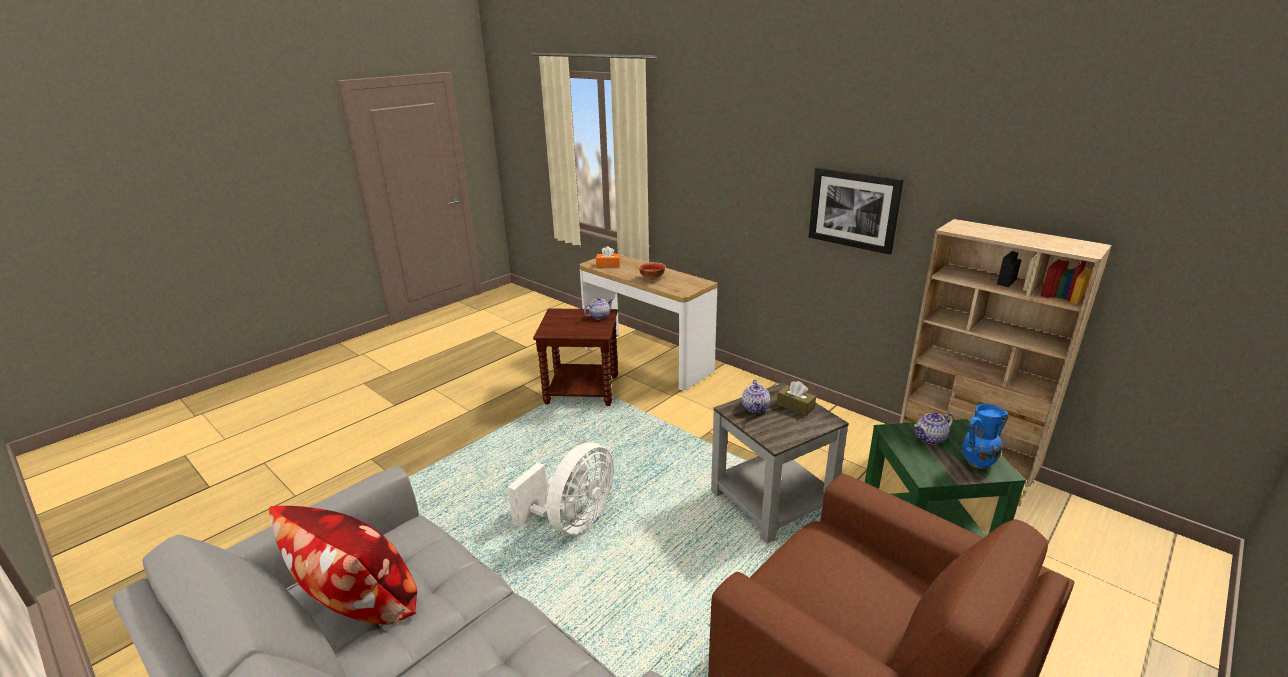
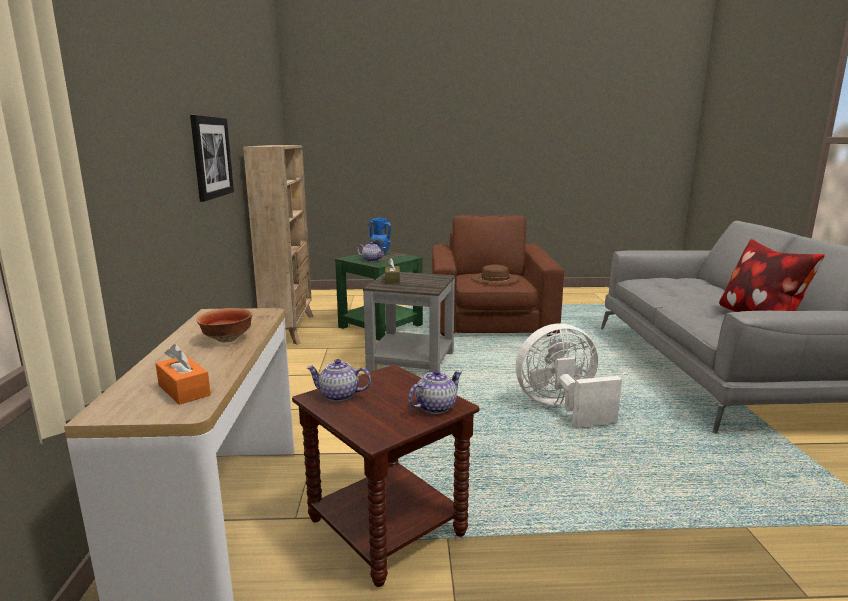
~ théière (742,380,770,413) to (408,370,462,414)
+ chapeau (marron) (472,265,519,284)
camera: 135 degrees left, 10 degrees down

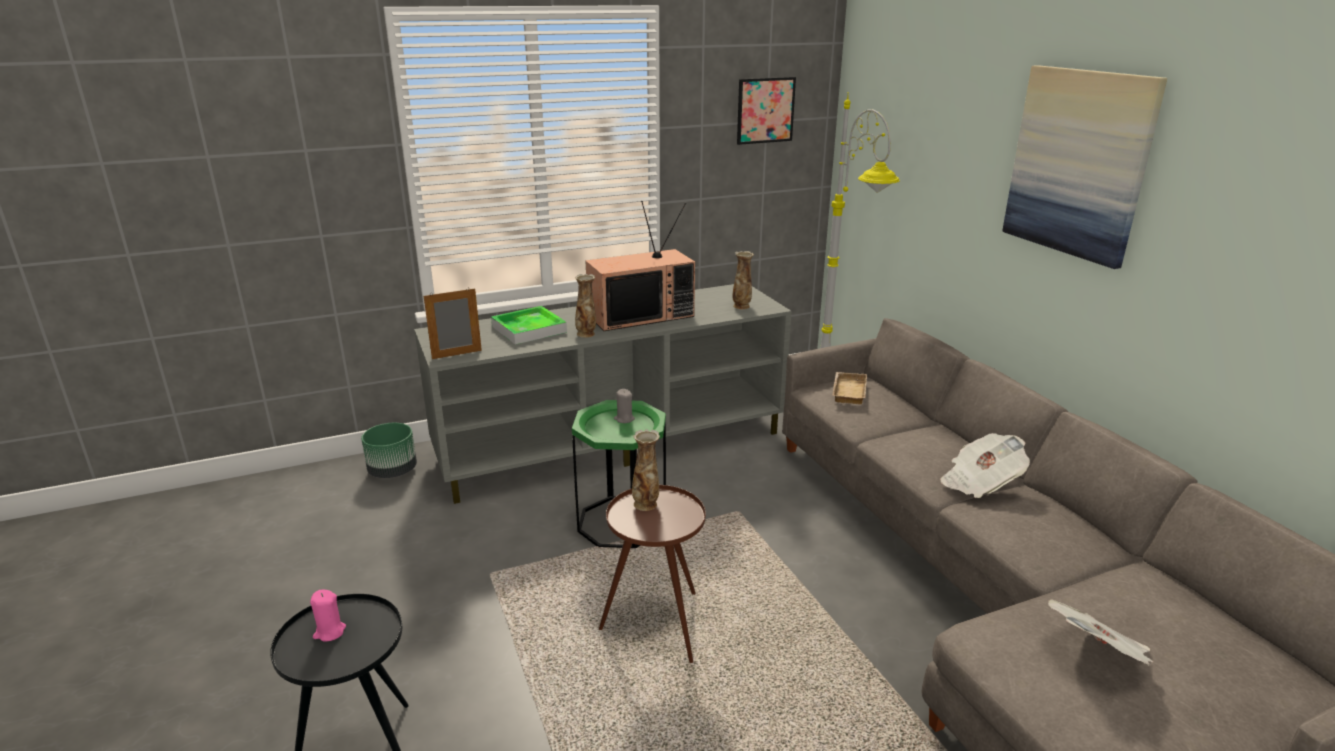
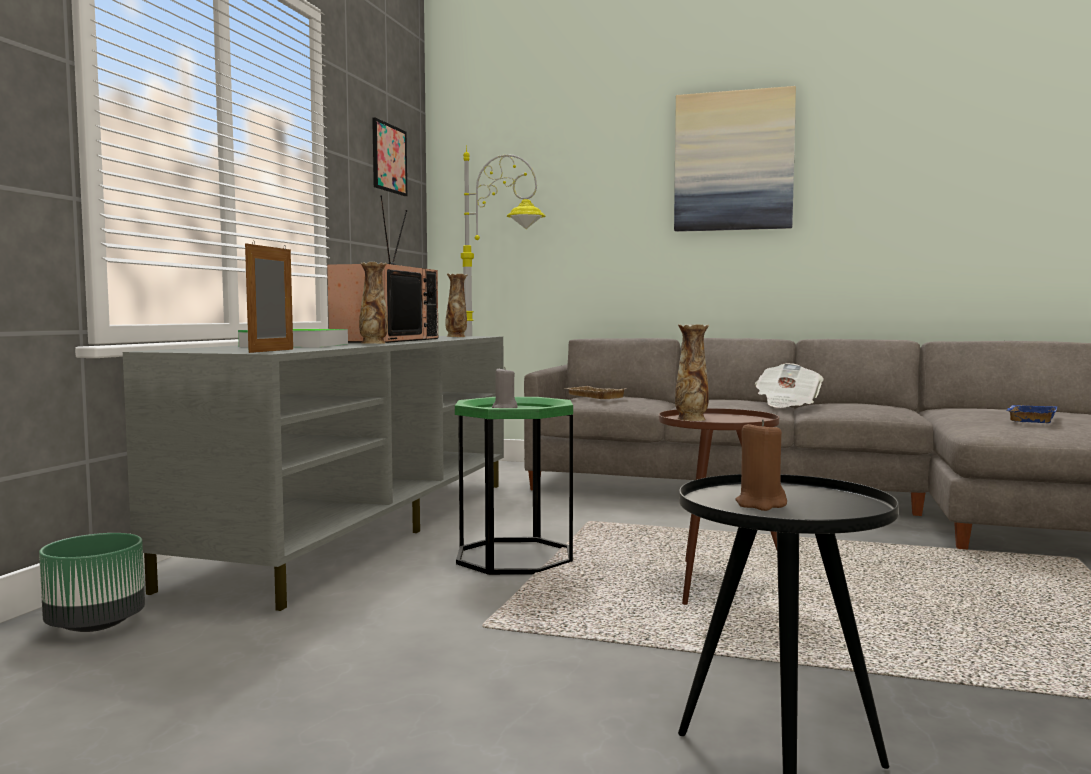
~ bougie (rose) (310,590,346,641) to bougie (marron) (735,419,787,511)
~ journal (1048,599,1153,666) to plateau (bleu) (1006,405,1057,423)
camera: 50 degrees left, 20 degrees down

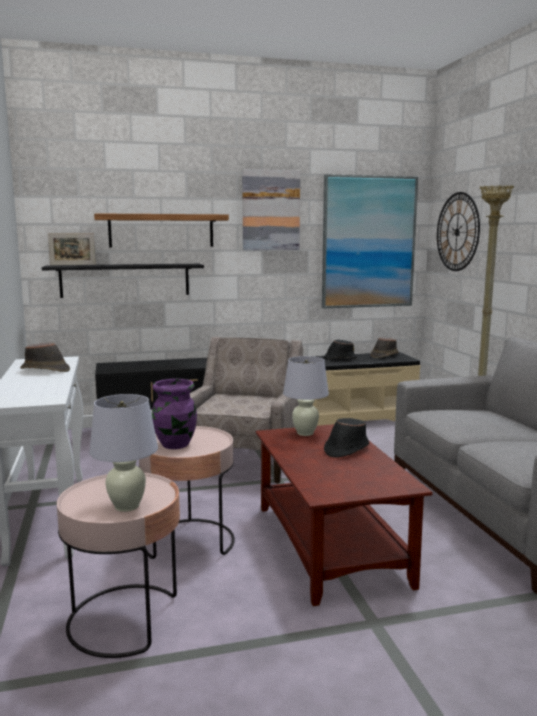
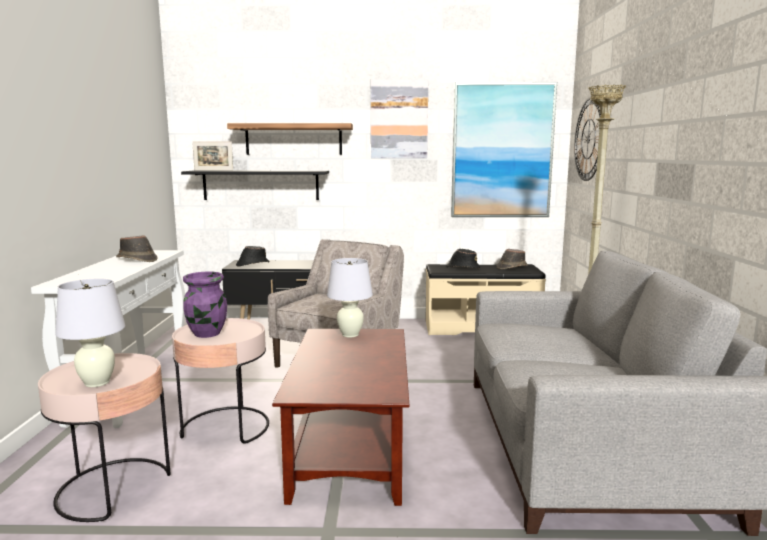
~ chapeau (noir) (324,418,370,458) to (236,246,270,267)
camera: 15 degrees right, 0 degrees up

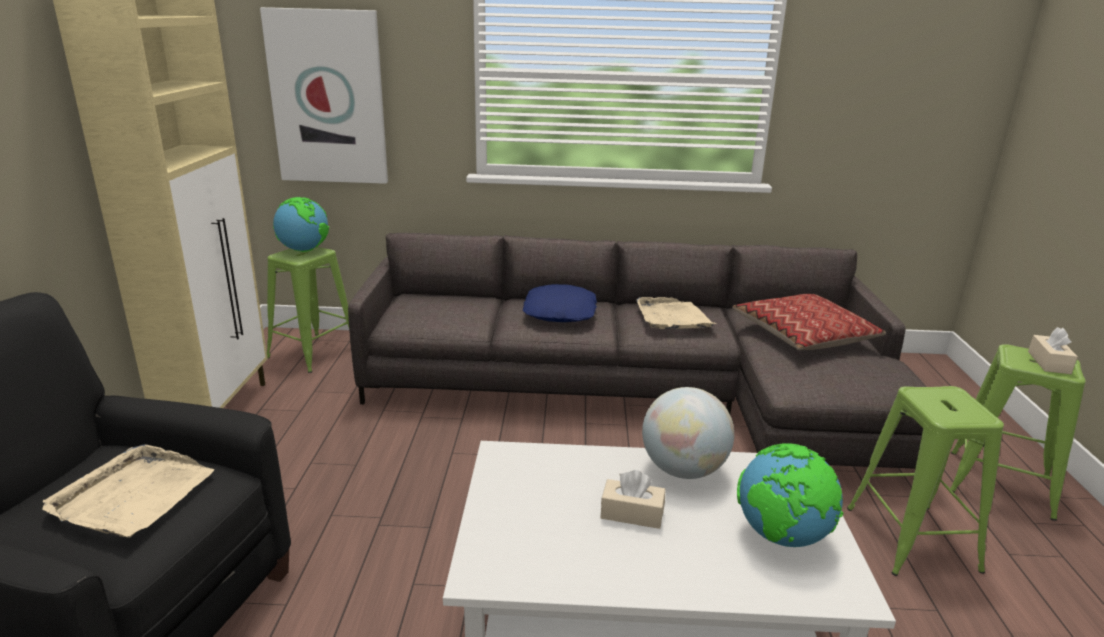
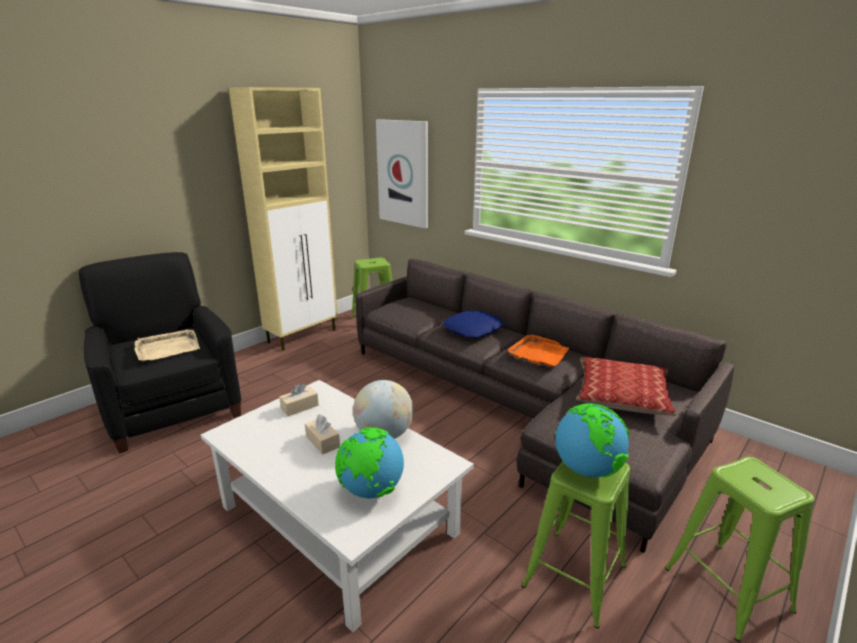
~ boîte à mouchoirs (beige) (1028,327,1078,374) to (279,383,319,416)
~ plateau (beige) (636,297,716,329) to plateau (orange) (508,335,569,367)
~ globe (273,197,329,252) to (555,404,629,477)
camera: 40 degrees right, 0 degrees up

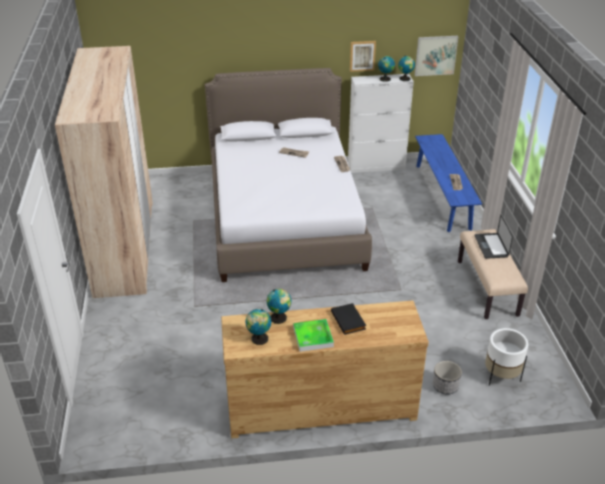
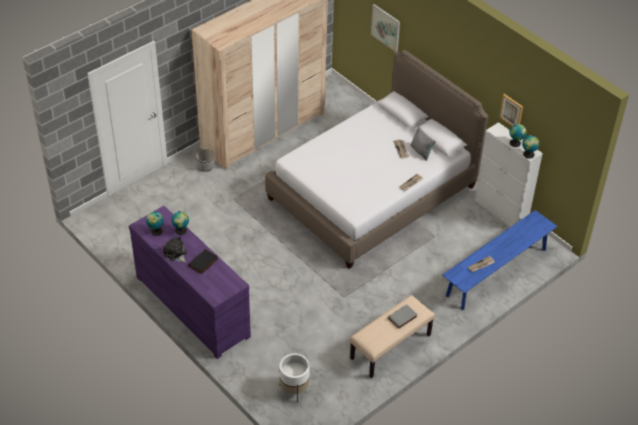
~ commode (marron) (221,301,429,439) to commode (violet) (129,206,251,359)
~ plateau (293,319,334,352) to peluche (163,236,187,263)
~ cache-pot (433,361,462,395) to (196,149,214,171)
~ tableau (415,36,459,76) to (371,4,400,52)
~ ordinateur portable (475,214,513,259) to livre (gris) (388,304,418,329)
+ coussin (gris) (410,126,436,161)
camera: 55 degrees right, 10 degrees up

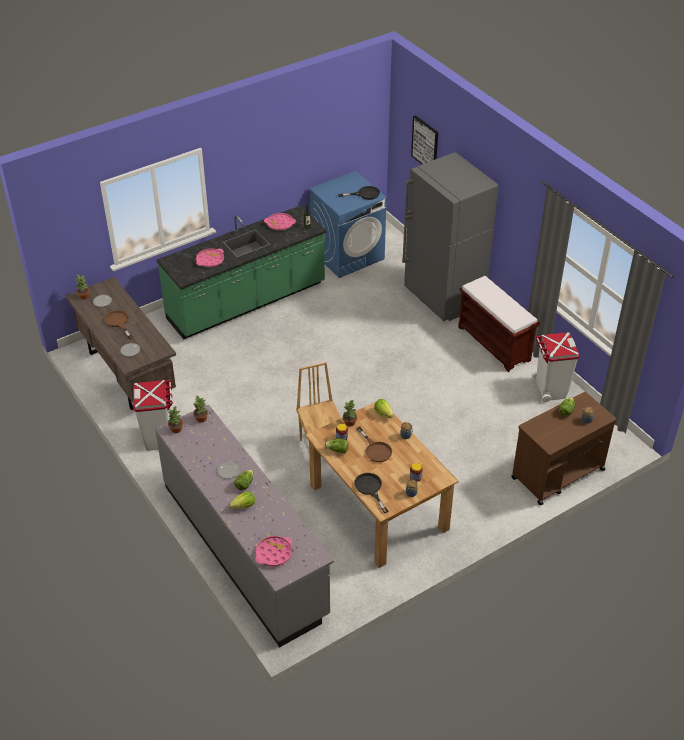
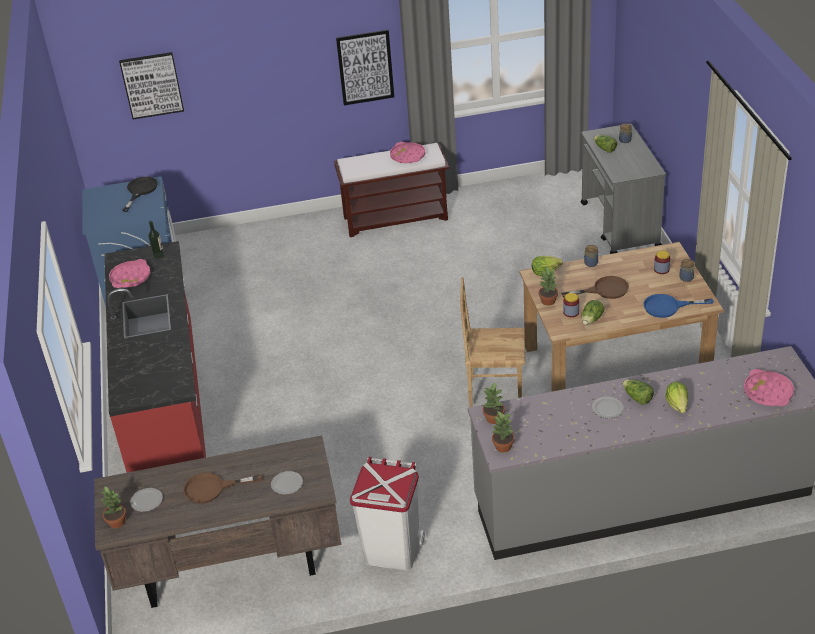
~ comptoir de cuisine (vert) (157,206,327,339) to comptoir de cuisine (rouge) (105,241,206,473)
+ tableau (336,30,394,105)
~ plateau (rose) (196,248,224,267) to (390,142,425,163)
~ chariot (marron) (511,392,616,505) to chariot (gris) (581,124,666,254)
~ poêle (noir) (354,473,388,513) to poêle (bleu) (643,294,714,318)
- réfrigérateur (gris) (402,152,499,321)
- poubelle (blanc) (533,332,580,402)
camera: 65 degrees left, 5 degrees down

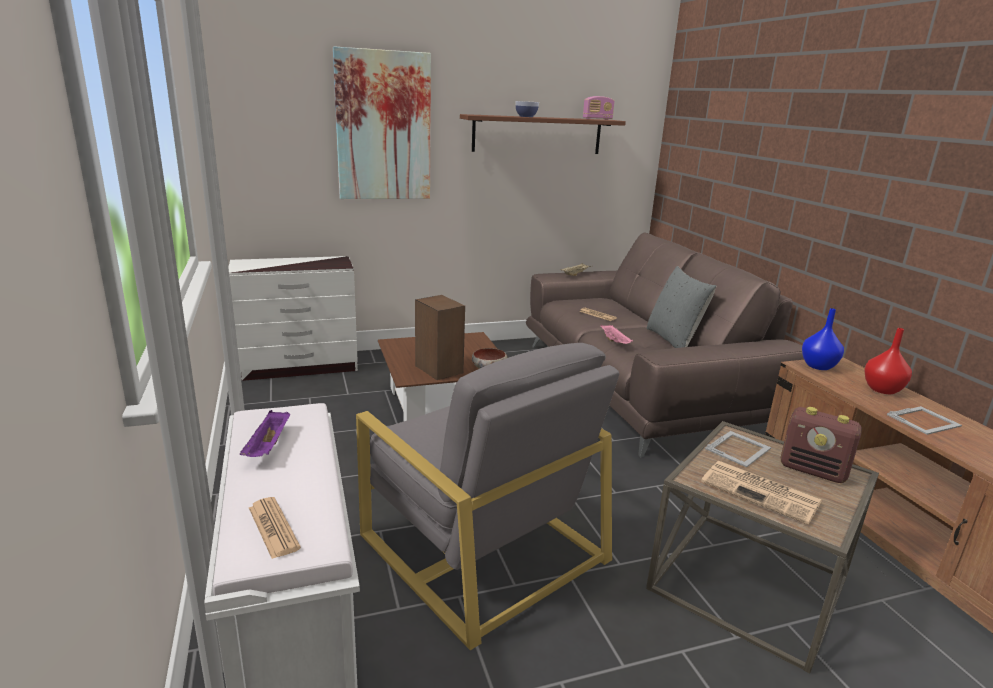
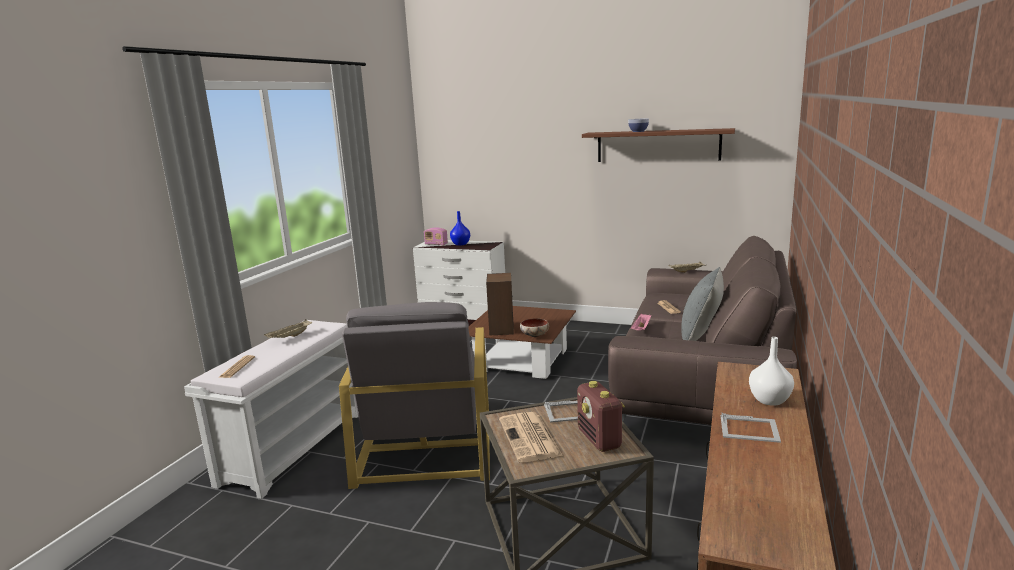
~ plateau (violet) (240,410,290,457) to plateau (beige) (264,319,312,338)
~ radio (583,96,615,120) to (424,228,448,245)
~ vase (bleu) (802,308,844,370) to (450,211,470,246)
~ vase (rouge) (864,328,912,394) to vase (blanc) (749,337,794,406)
- tableau (333,46,431,199)
camera: 40 degrees right, 5 degrees down

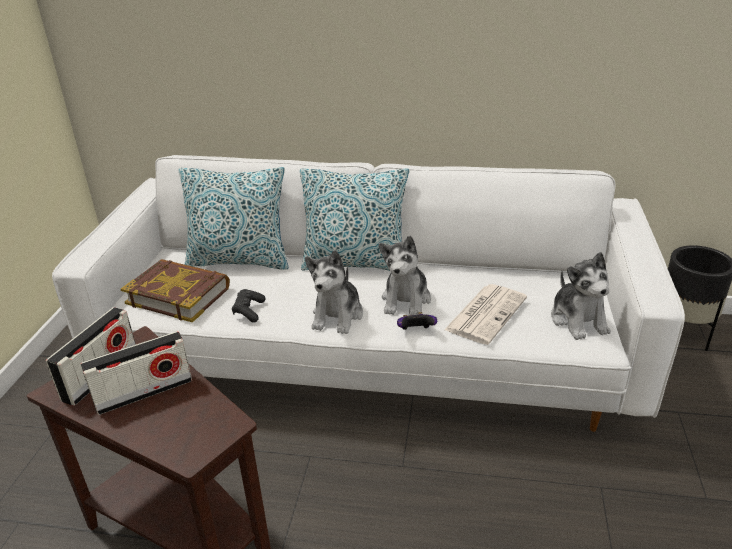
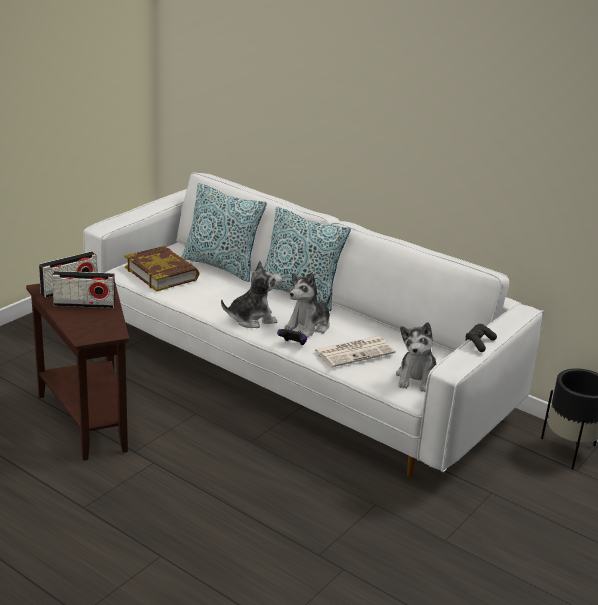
~ peluche (305,250,363,334) = (221,261,282,328) 150 degrees counterclockwise
~ manette (noir) (232,289,266,322) to (466,324,497,352)
camera: 25 degrees right, 5 degrees down

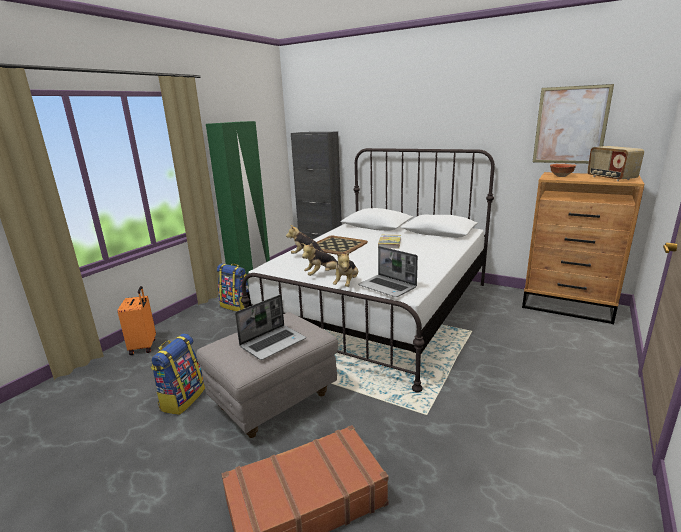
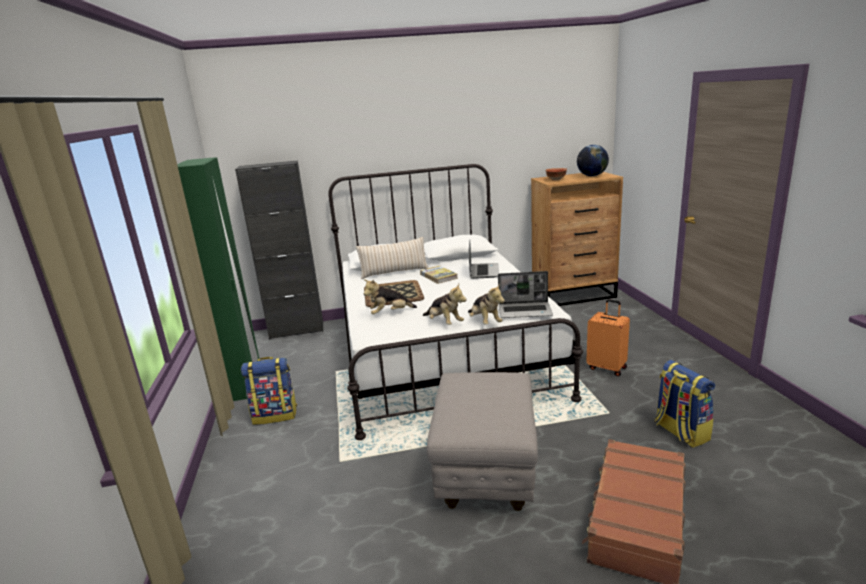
+ coussin (beige) (356,237,428,279)
~ peluche (301,243,338,276) = (423,284,467,325) 60 degrees counterclockwise
~ ordinateur portable (235,295,306,360) to (469,241,499,279)
~ radio (587,146,644,181) to globe (577,145,609,176)
~ valise (orange) (118,286,156,355) to (586,299,630,376)
~ sac à dos (151,333,205,415) to (655,360,715,448)
- tableau (533,84,614,164)
camera: 40 degrees left, 0 degrees up

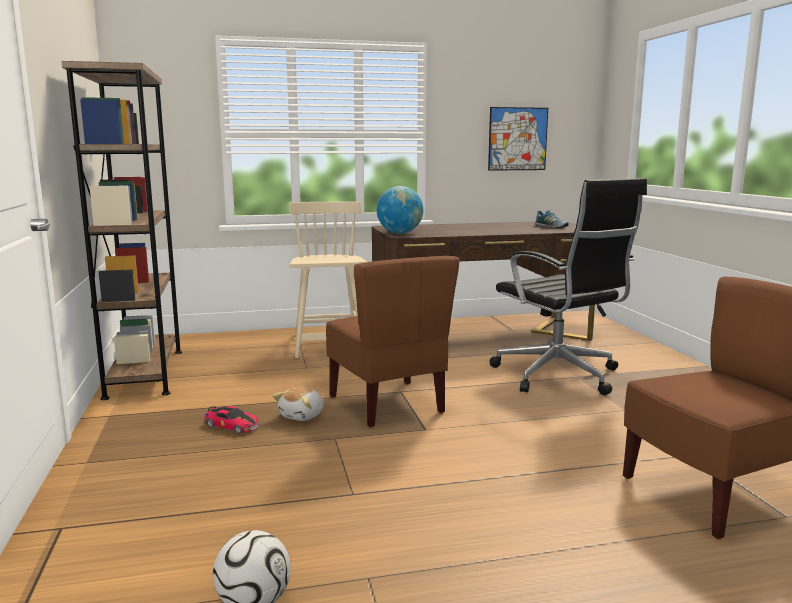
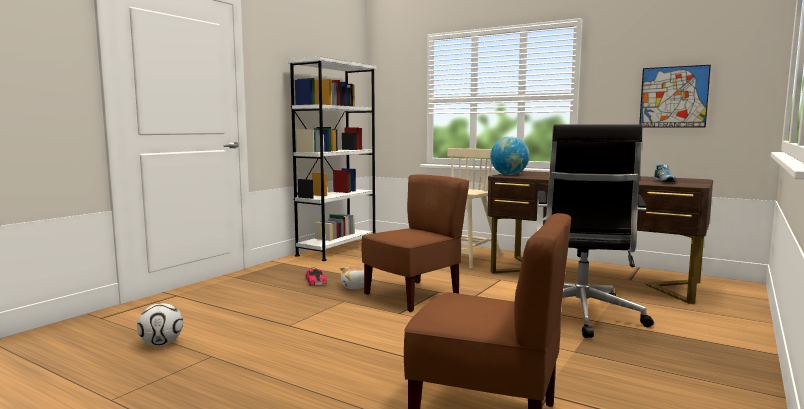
~ bibliothèque (marron) (62,61,182,400) to bibliothèque (blanc) (287,57,377,261)
~ chaise (marron) (326,256,460,428) = (362,175,469,312) 150 degrees counterclockwise
camera: 45 degrees right, 5 degrees down

